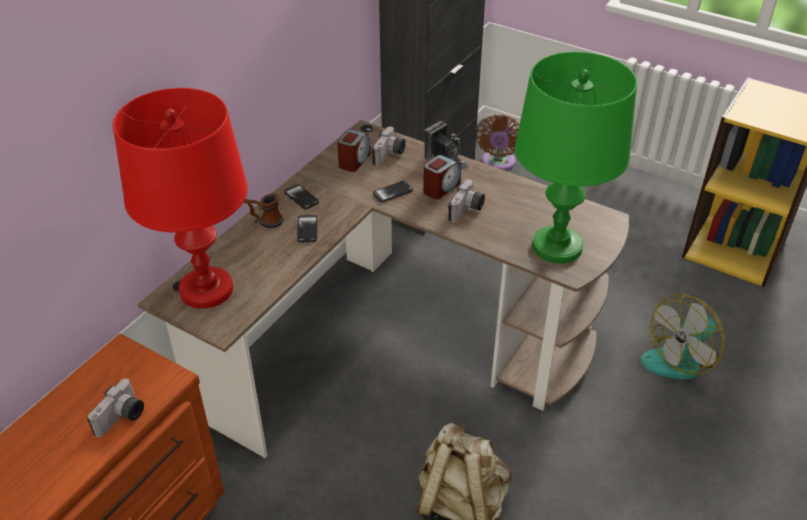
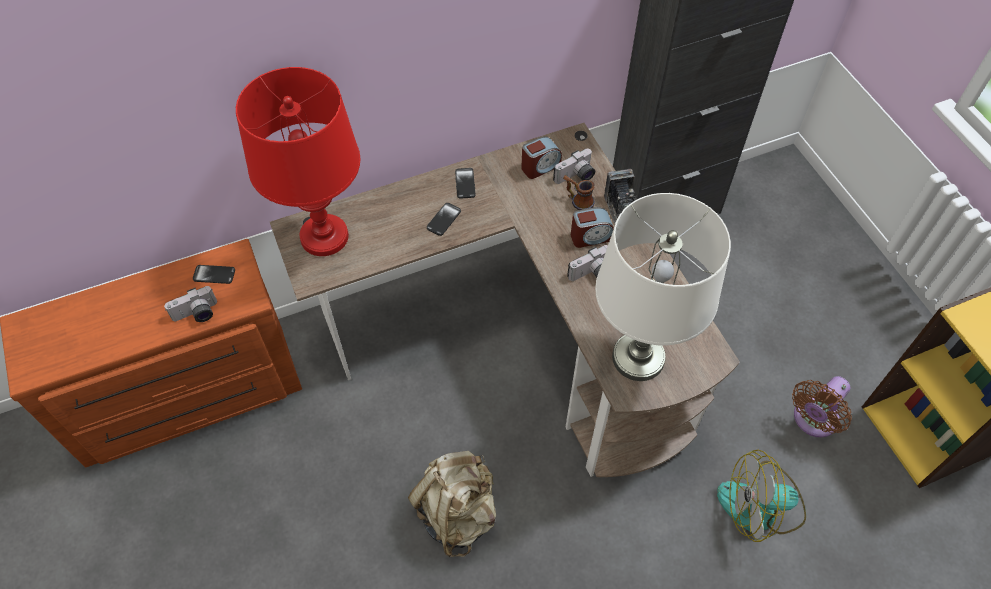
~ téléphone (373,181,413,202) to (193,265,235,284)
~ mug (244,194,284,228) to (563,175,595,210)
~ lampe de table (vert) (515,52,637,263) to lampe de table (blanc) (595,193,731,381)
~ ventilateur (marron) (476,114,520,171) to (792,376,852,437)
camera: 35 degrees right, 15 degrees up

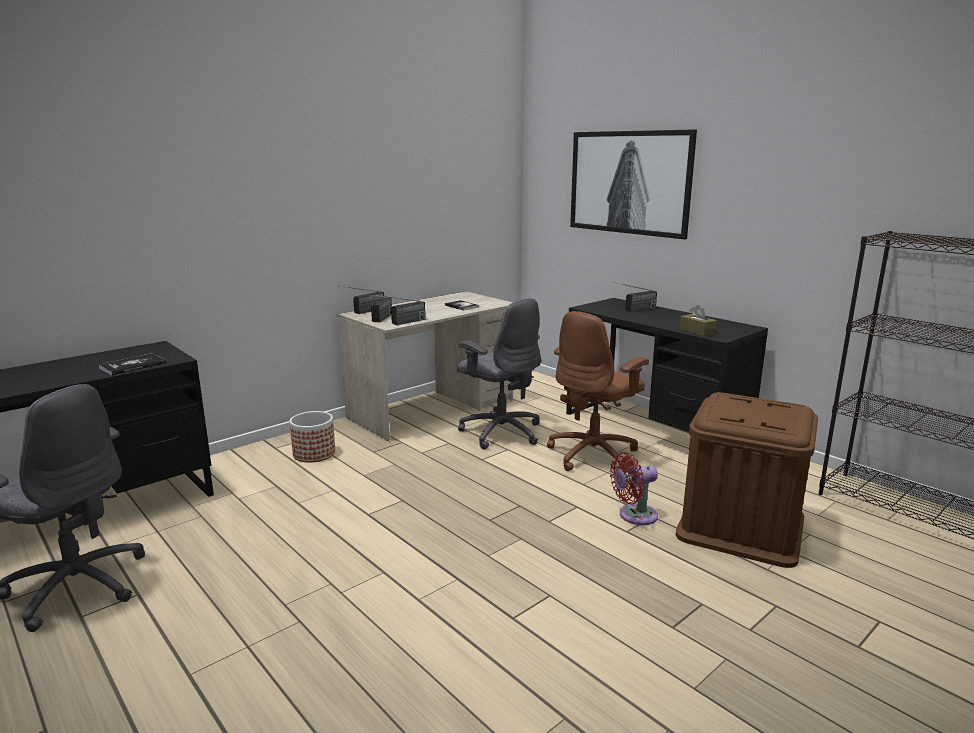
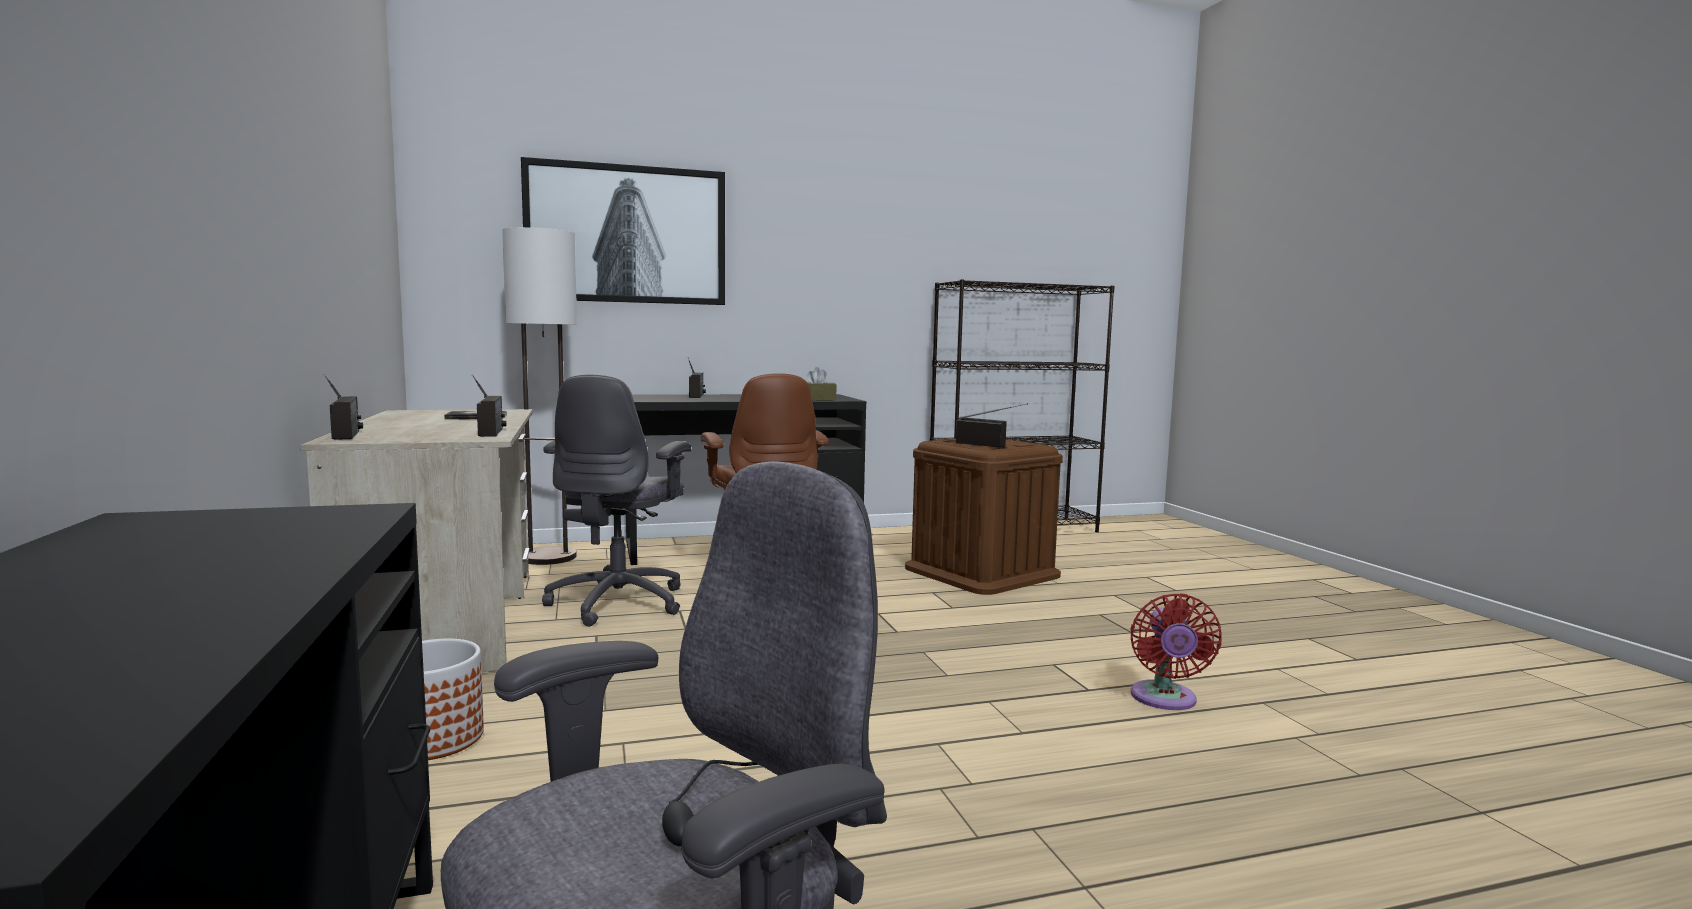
+ lampadaire (502,227,577,565)
~ chaise de bureau (gris) (457,298,541,449) = (542,374,691,627) 120 degrees clockwise
~ radio (363,294,392,322) to (956,403,1028,448)
~ ventilateur (rouge) (610,452,658,525) to (1130,593,1222,710)
- livre (99,353,167,376)
camera: 65 degrees left, 10 degrees down

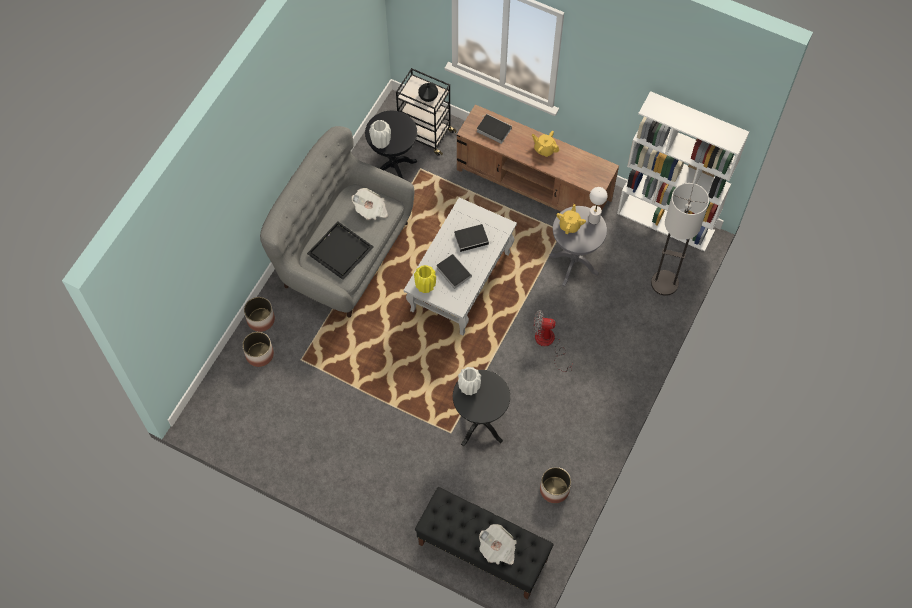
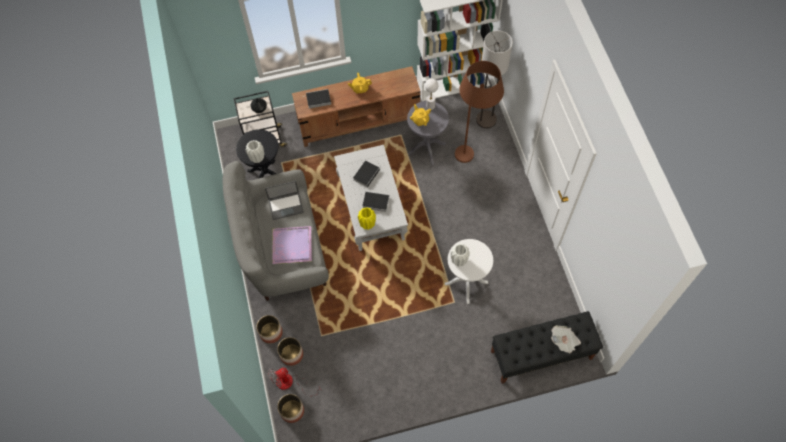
~ journal (352,188,388,220) to ordinateur portable (265,181,304,220)
~ ventilateur (534,310,572,372) to (268,367,322,396)
~ plateau (noir) (307,222,374,280) to plateau (violet) (272,226,312,264)
~ cache-pot (540,467,571,503) to (277,394,304,423)
~ table d'appoint (noir) (453,370,510,447) to table d'appoint (blanc) (445,239,493,304)
+ lampadaire (marron) (455,61,504,163)
camera: 40 degrees left, 0 degrees up

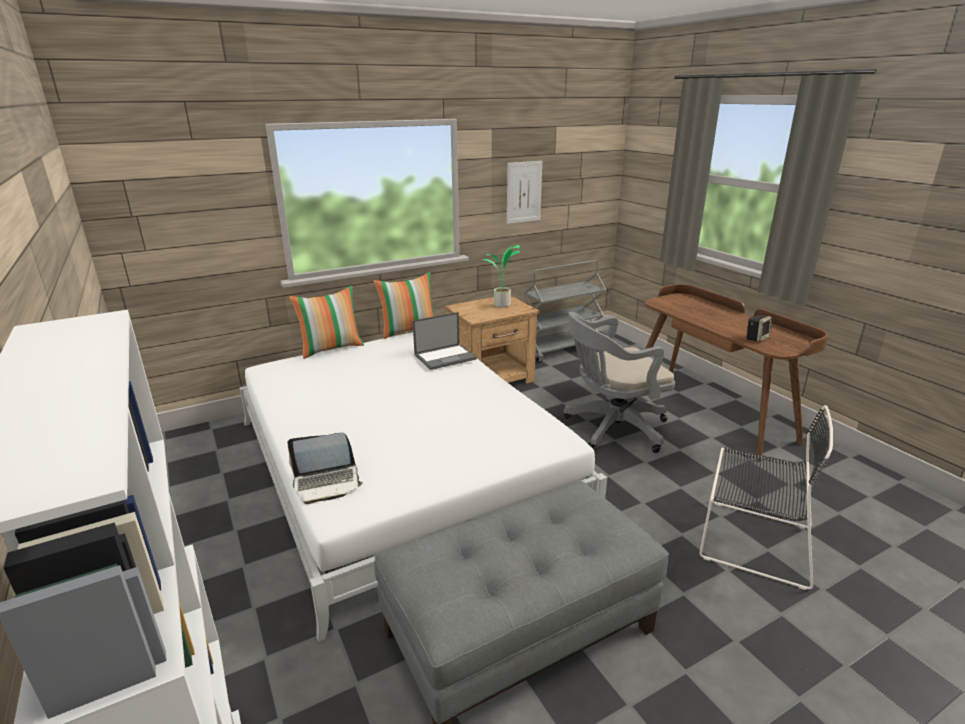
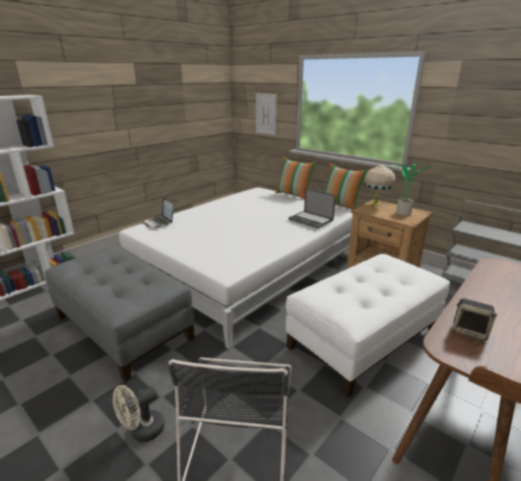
+ ventilateur (beige) (113,385,164,442)
~ tableau (507,161,542,224) to (256,93,276,135)
~ chaise de bureau (gris) (564,312,675,453) to pouf (blanc) (286,254,450,397)
+ lampe de table (beige) (365,164,396,206)
camera: 70 degrees right, 0 degrees up

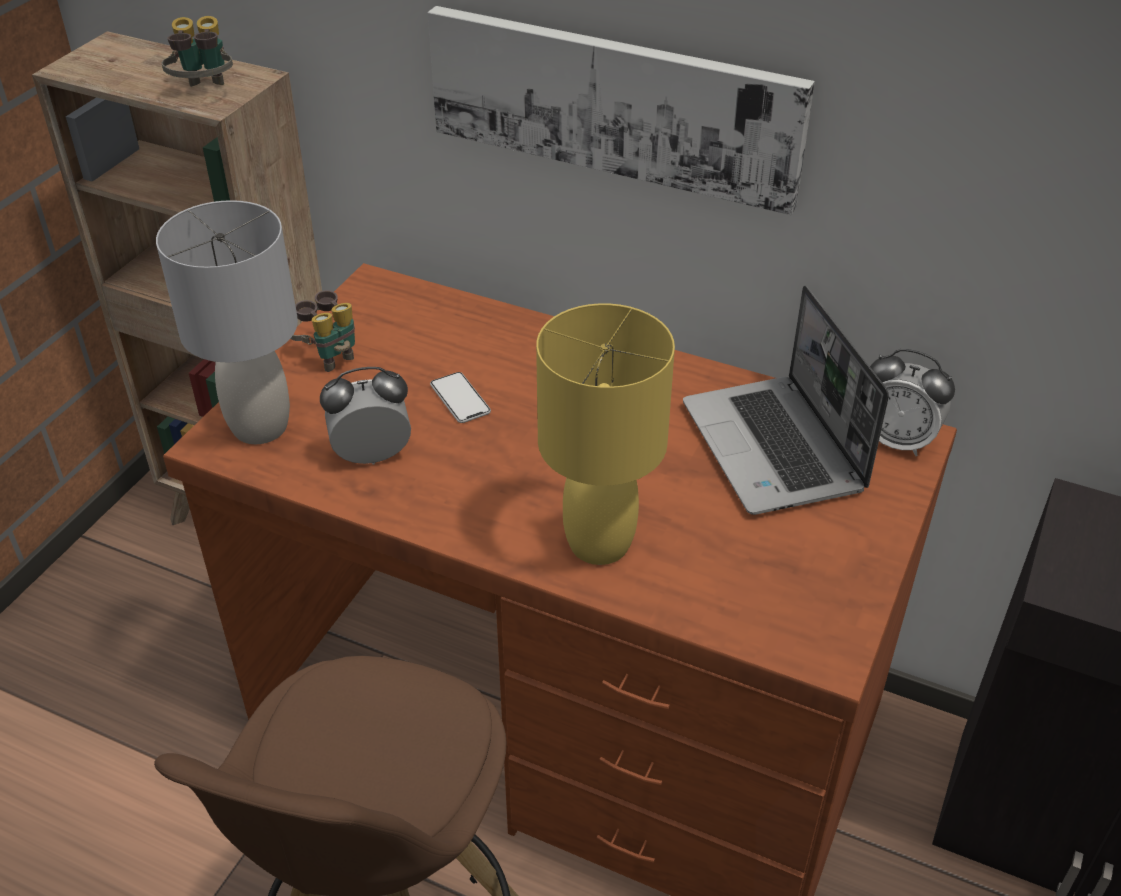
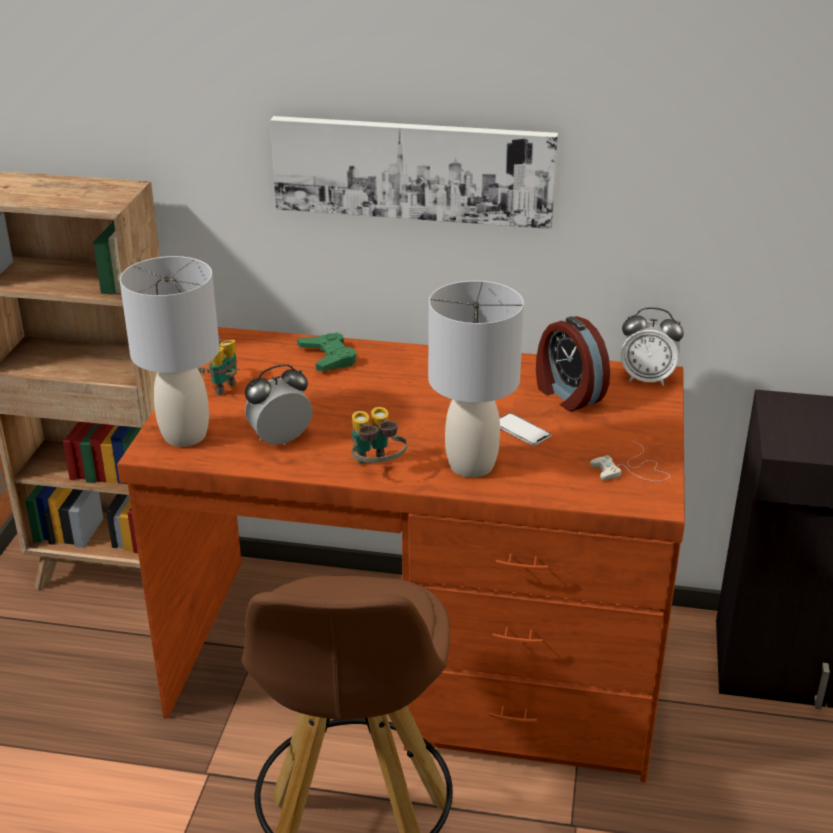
+ manette (vert) (297,332,356,371)
~ jumelles (162,16,233,87) to (352,407,407,465)
~ lampe de table (jaune) (536,303,675,565) to lampe de table (gris) (428,281,524,478)
~ téléphone (430,372,491,423) to (499,413,551,446)
~ ordinateur portable (683,285,889,515) to réveil (536,316,610,412)
+ manette (blanc) (590,441,670,481)
camera: 15 degrees left, 10 degrees down

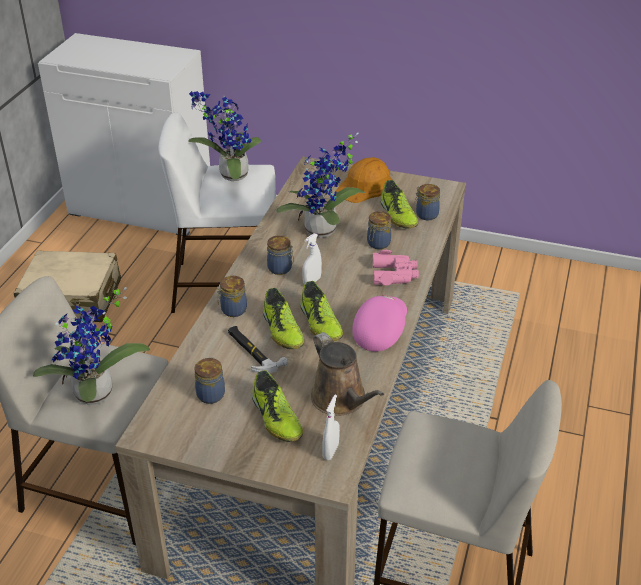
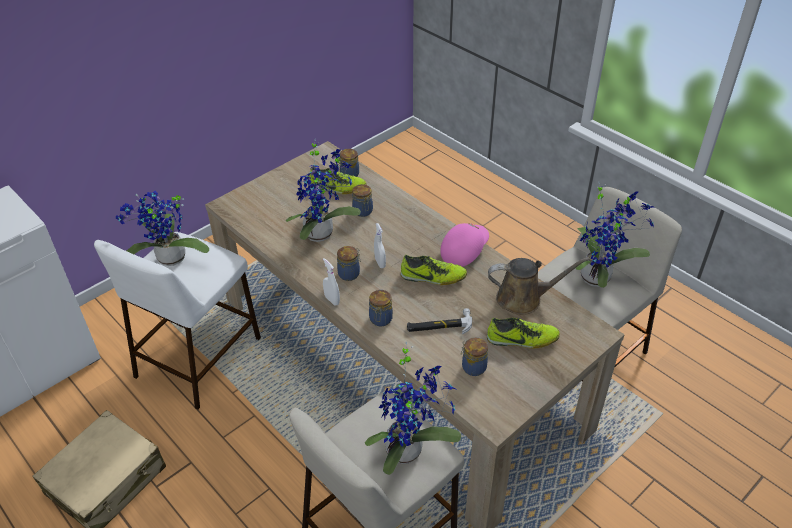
~ vaporisateur (blanc) (323,395,340,460) to (323,258,340,306)
~ casquette (rose) (352,295,407,352) = (440,223,489,267) 75 degrees clockwise
+ plante en pot (575,182,654,288)
- chaussure (263,288,304,349)
- casque de chantier (orange) (336,157,392,203)
- jumelles (rose) (373,250,419,285)
camera: 60 degrees left, 5 degrees up

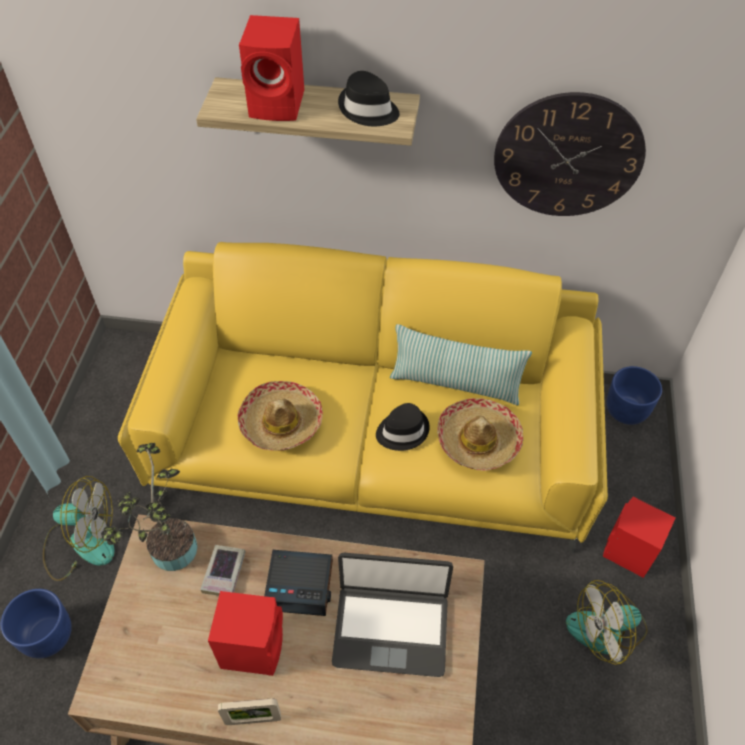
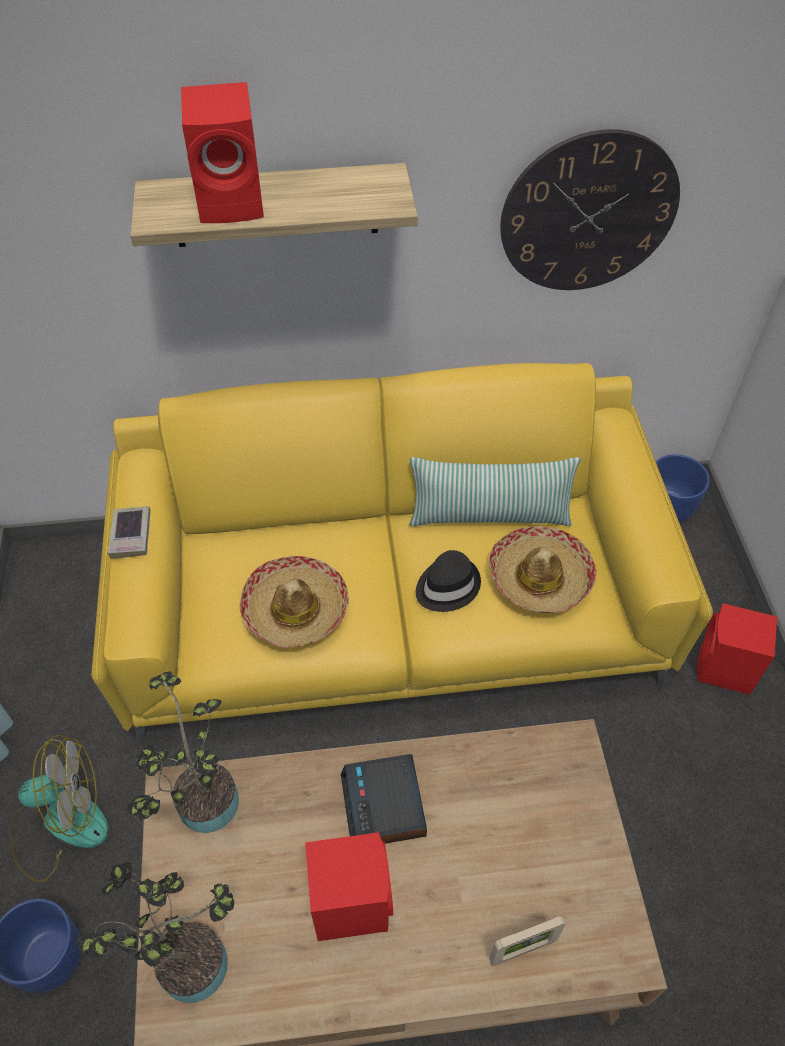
+ plante en pot (77,861,234,1003)
~ livre (200,545,246,596) to (108,506,151,559)
~ réveil (264,550,333,616) = (341,754,427,844) 90 degrees clockwise
~ cadre photo (218,699,281,725) to (489,916,566,966)
- ordinateur portable (332,553,453,677)
- chapeau (noir) (338,71,399,126)
- ventilateur (566,580,648,665)
camera: 15 degrees left, 0 degrees up

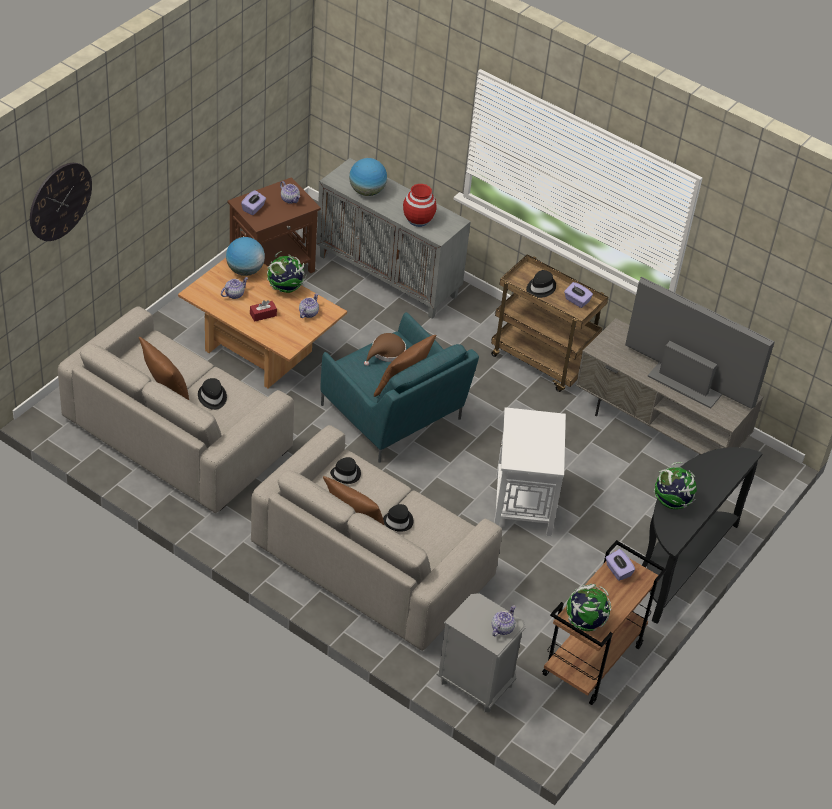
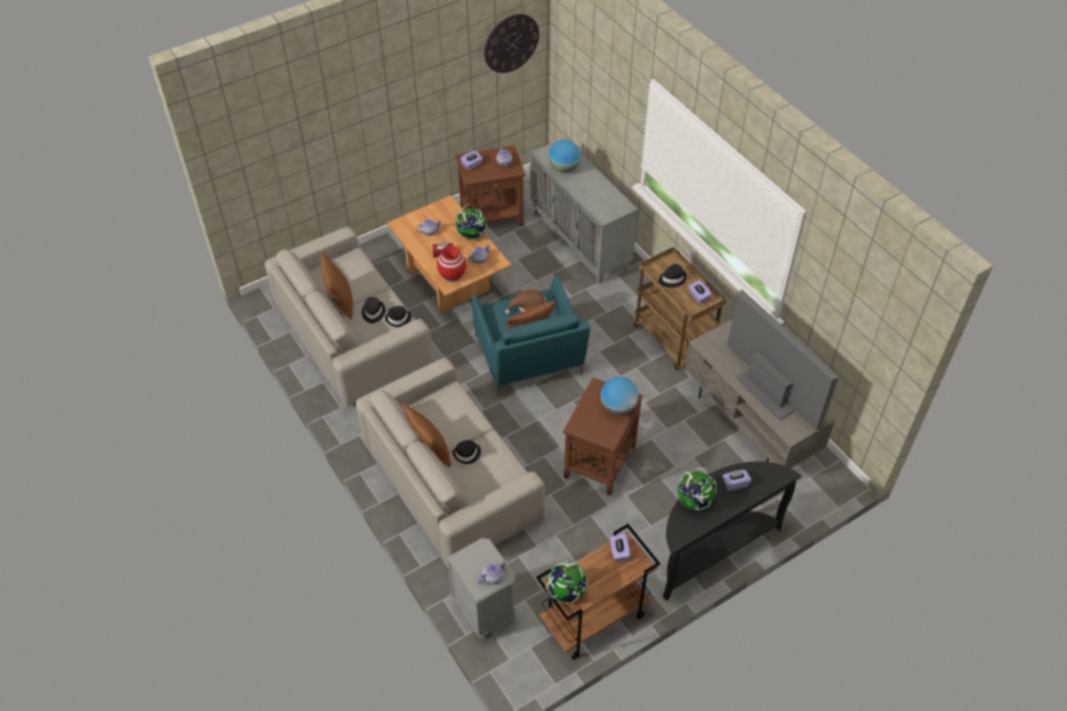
~ chapeau (noir) (330,457,361,484) to (385,306,411,327)
~ vase (rouge) (403,184,437,227) to (437,245,466,282)
~ horloge murale (30,163,92,241) to (484,14,539,73)
~ table d'appoint (blanc) (494,407,566,536) to table d'appoint (marron) (563,377,643,496)
~ globe (226,237,265,276) to (600,377,638,415)
+ boîte à mouchoirs (violet) (722,470,752,491)
camera: 25 degrees right, 5 degrees up

